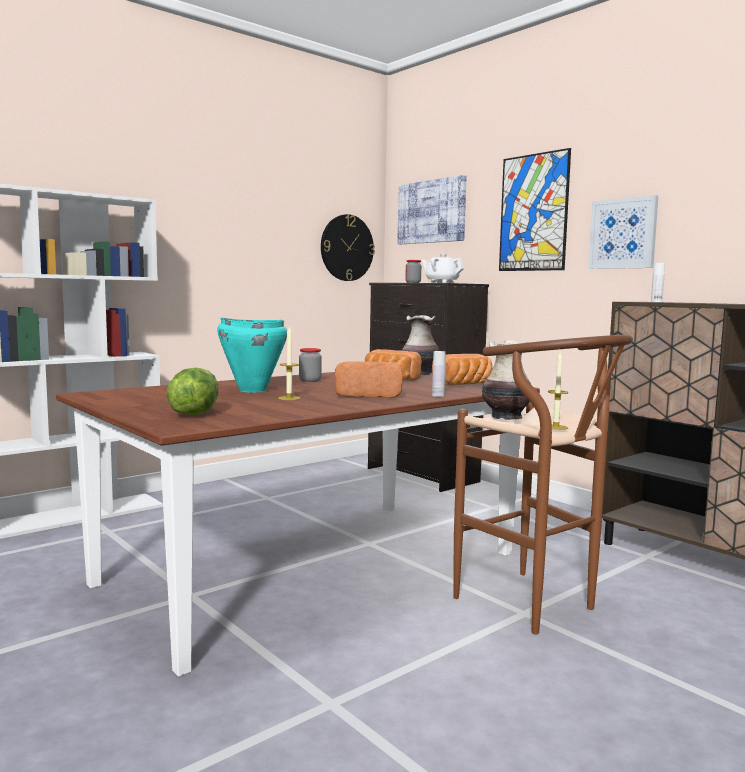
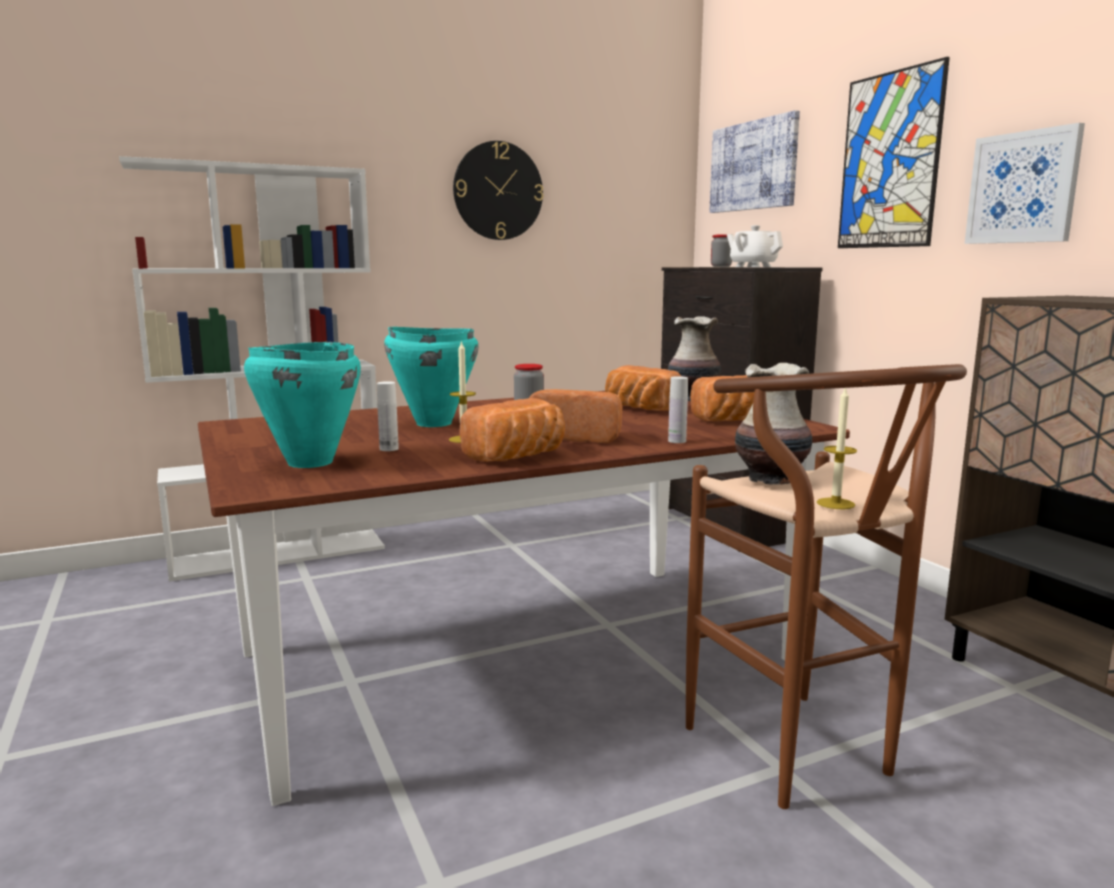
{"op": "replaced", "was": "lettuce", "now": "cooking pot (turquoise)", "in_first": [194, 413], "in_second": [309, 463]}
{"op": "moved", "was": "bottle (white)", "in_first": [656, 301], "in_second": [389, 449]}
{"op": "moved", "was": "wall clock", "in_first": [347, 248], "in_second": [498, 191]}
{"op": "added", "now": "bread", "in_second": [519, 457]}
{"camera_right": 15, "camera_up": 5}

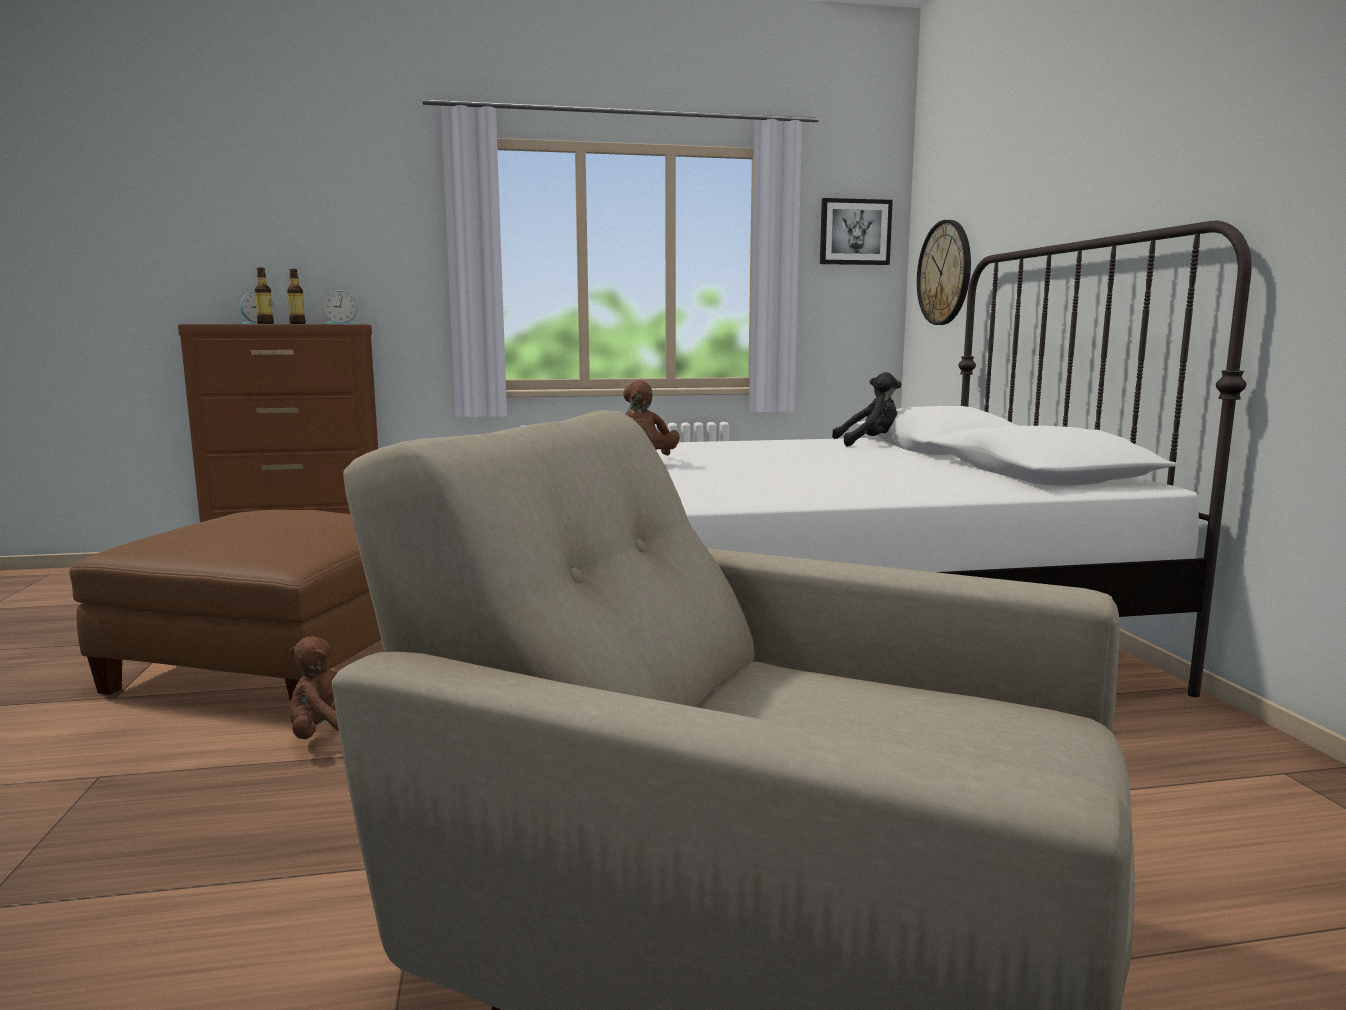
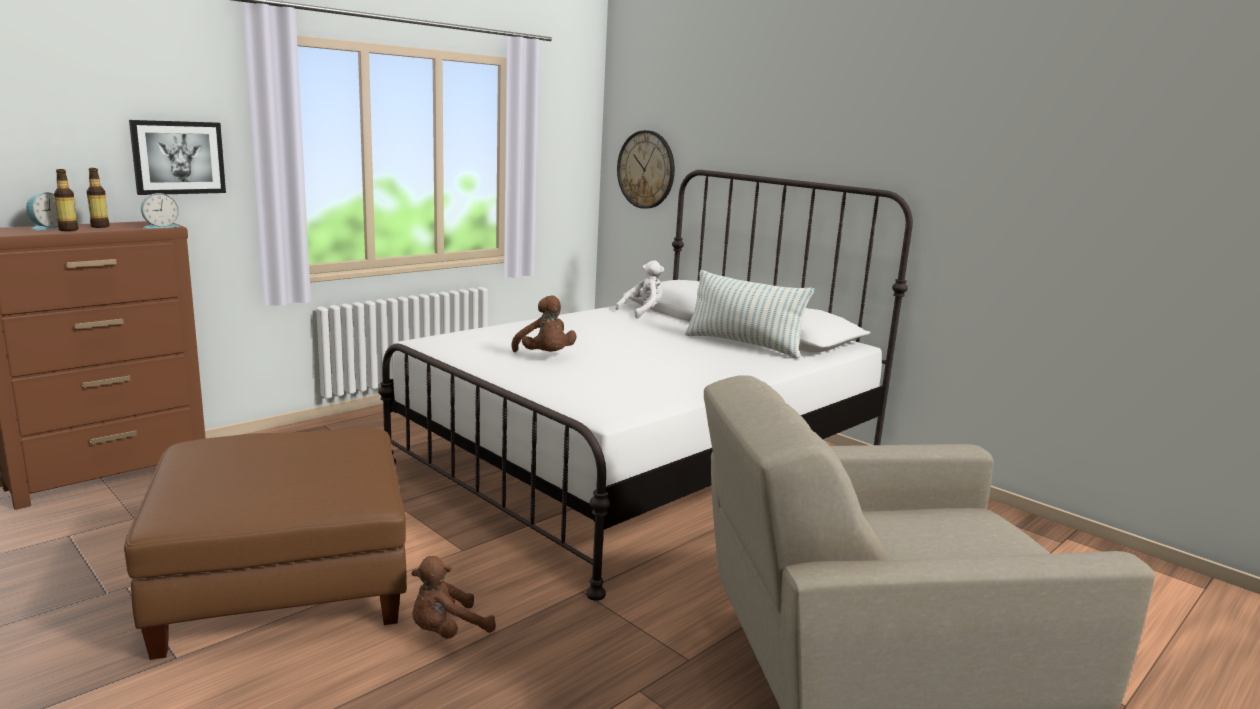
{"op": "moved", "was": "picture", "in_first": [854, 232], "in_second": [178, 157]}
{"op": "recoloured", "was": "plush toy (black)", "now": "plush toy (white)", "in_first": [870, 443], "in_second": [643, 312]}
{"op": "added", "now": "pillow", "in_second": [743, 345]}
{"camera_right": -35, "camera_up": 5}

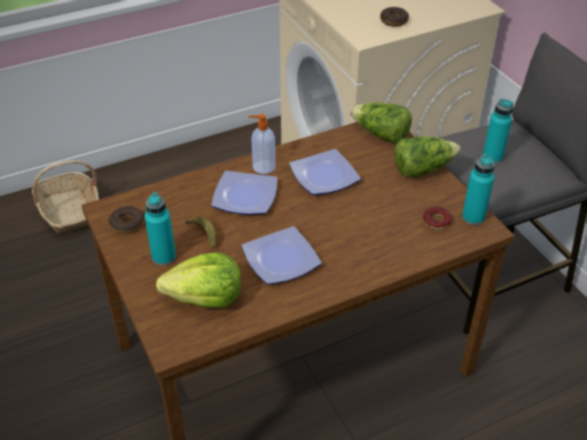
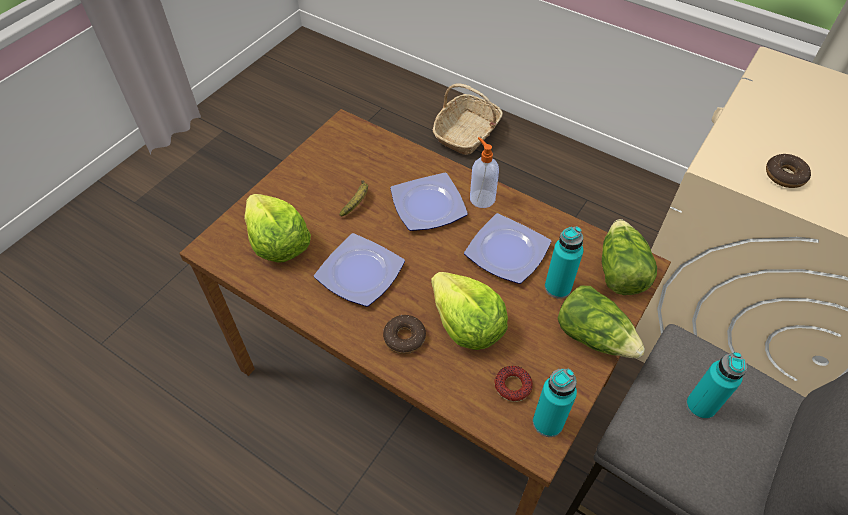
{"op": "moved", "was": "donut", "in_first": [127, 224], "in_second": [404, 338]}
{"op": "added", "now": "lettuce", "in_second": [466, 325]}
{"op": "moved", "was": "bottle (turquoise)", "in_first": [163, 257], "in_second": [557, 287]}
{"camera_right": 60, "camera_up": 10}

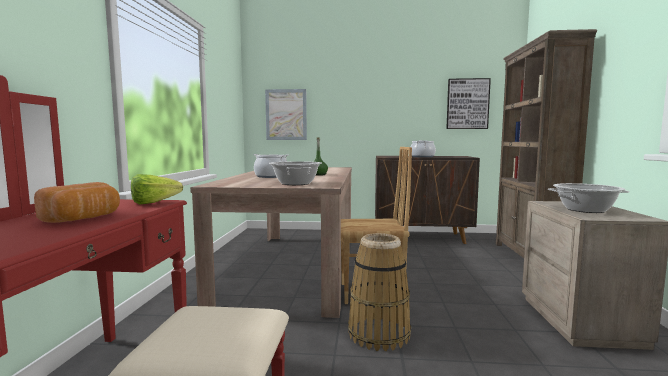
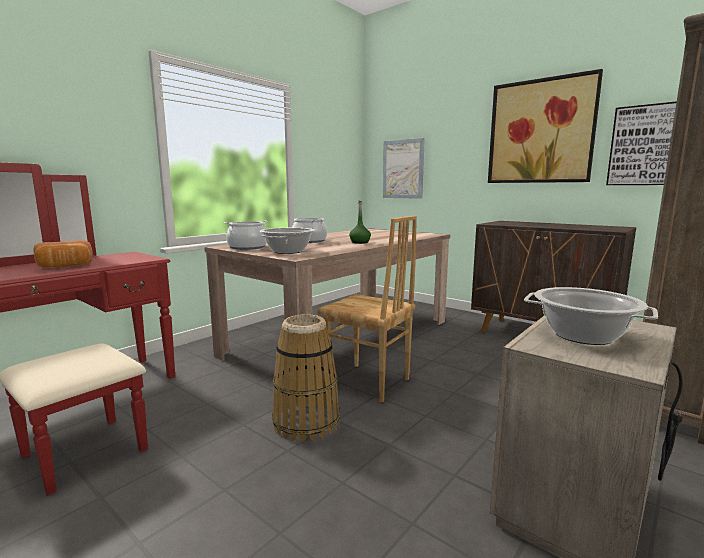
{"op": "moved", "was": "cooking pot", "in_first": [422, 156], "in_second": [247, 247]}
{"op": "added", "now": "picture", "in_second": [540, 132]}
{"op": "removed", "was": "lettuce", "in_first": [159, 202]}
{"camera_right": 35, "camera_up": 5}

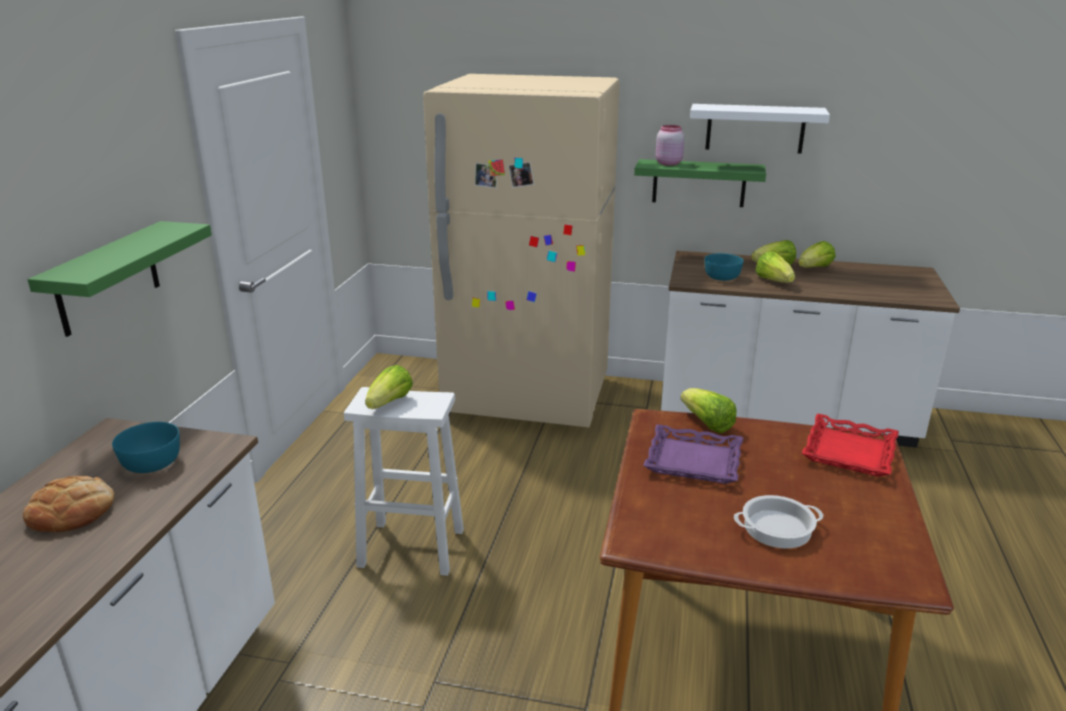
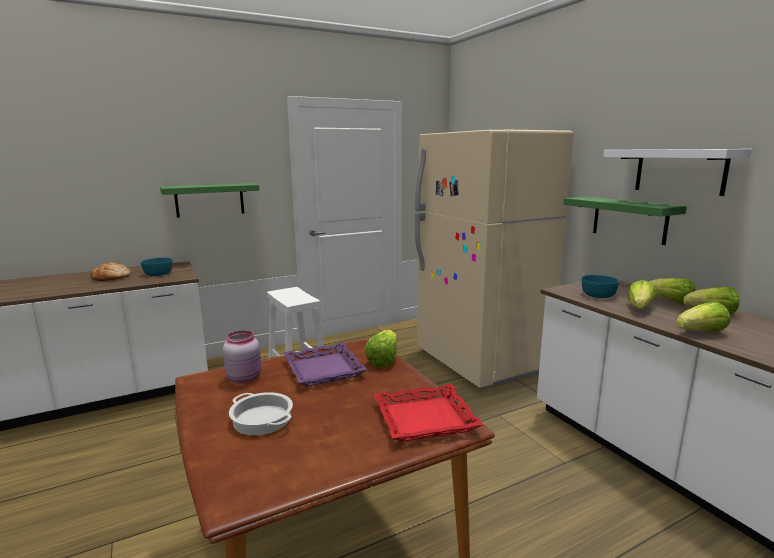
{"op": "moved", "was": "jar (pink)", "in_first": [668, 163], "in_second": [245, 378]}
{"op": "moved", "was": "lettuce", "in_first": [390, 403], "in_second": [701, 332]}
{"camera_right": 50, "camera_up": -10}

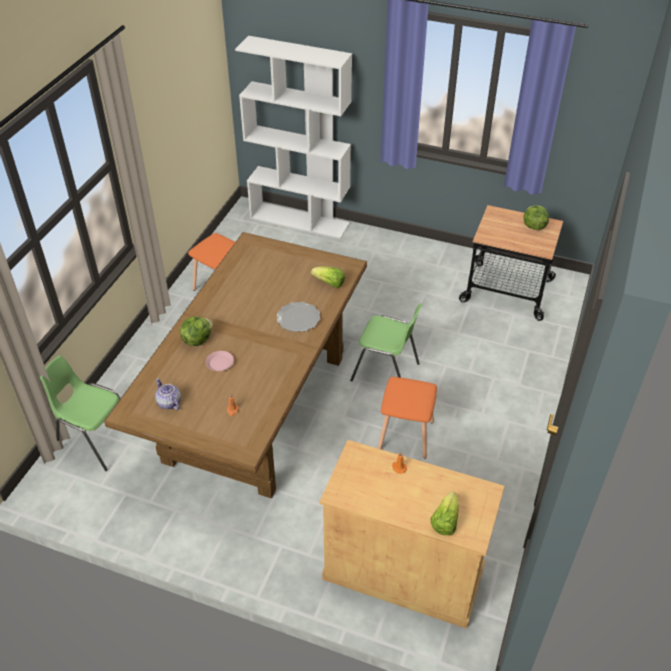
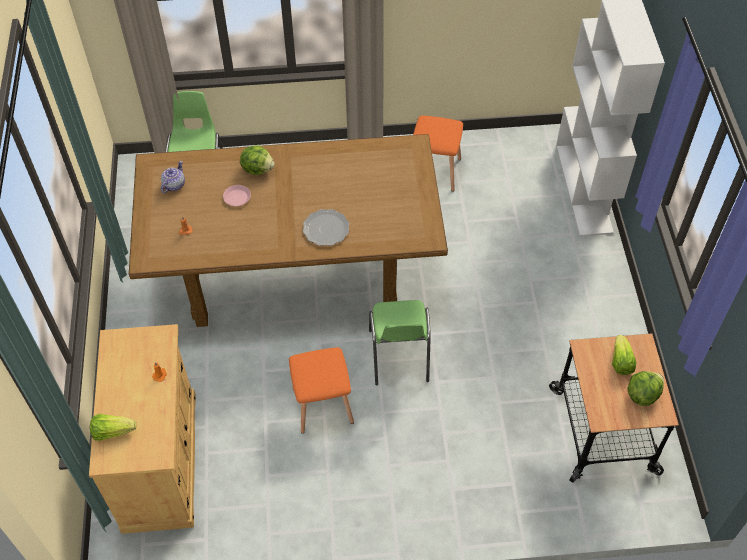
{"op": "moved", "was": "lettuce", "in_first": [329, 283], "in_second": [620, 362]}
{"camera_right": 65, "camera_up": 10}

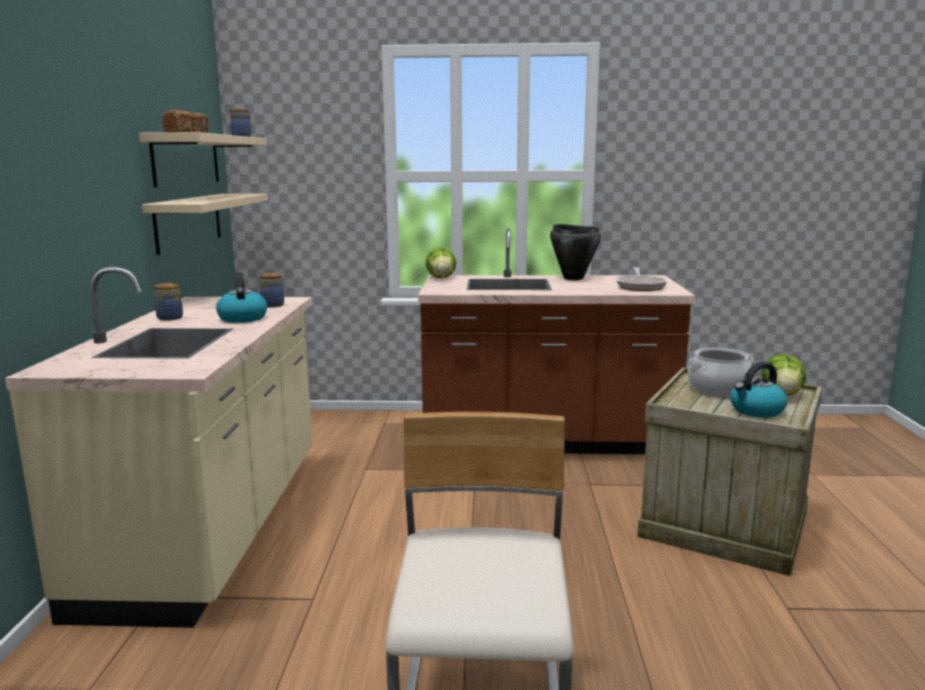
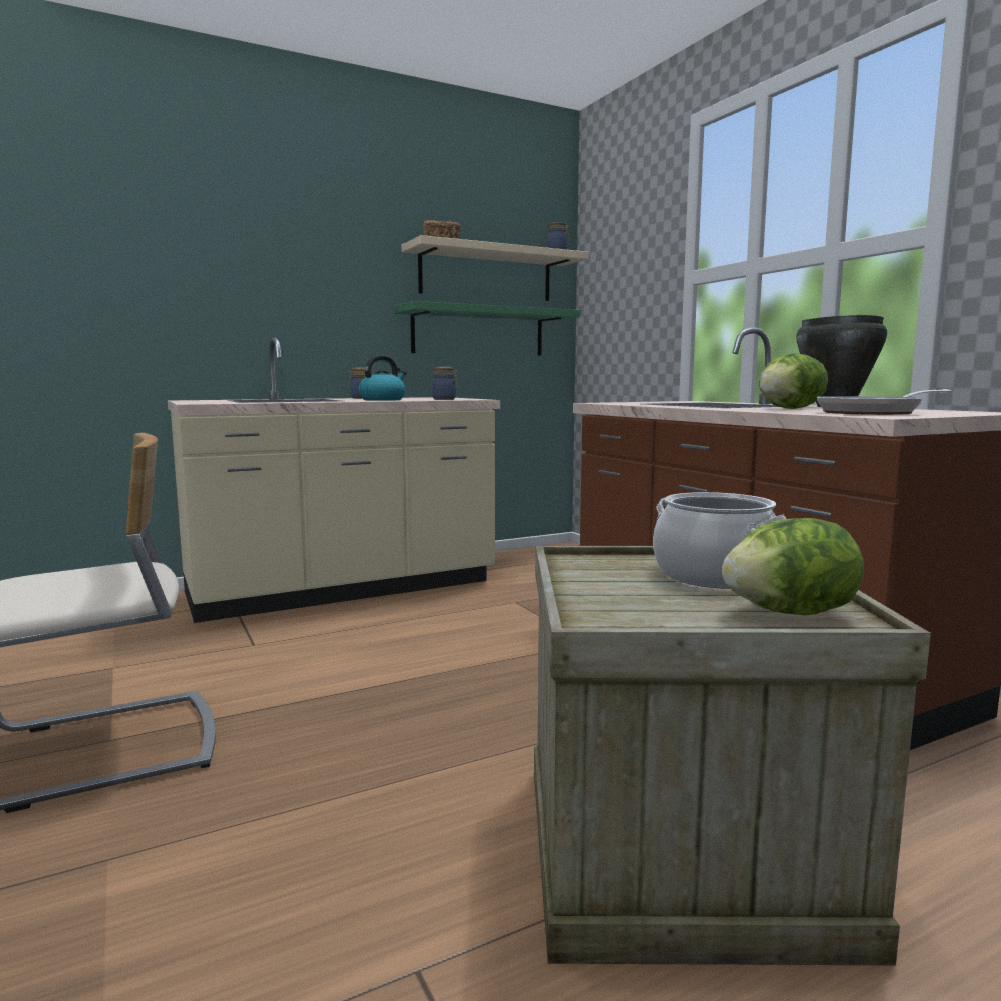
{"op": "recoloured", "was": "shelf (beige)", "now": "shelf (green)", "in_first": [188, 221], "in_second": [478, 332]}
{"op": "moved", "was": "lettuce", "in_first": [441, 278], "in_second": [789, 409]}
{"op": "removed", "was": "kettle", "in_first": [756, 411]}
{"camera_right": 60, "camera_up": -5}

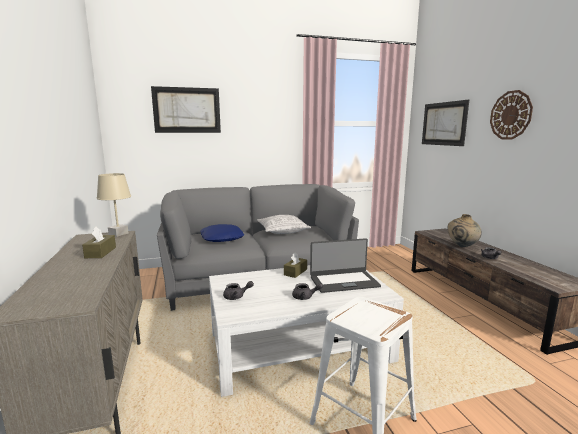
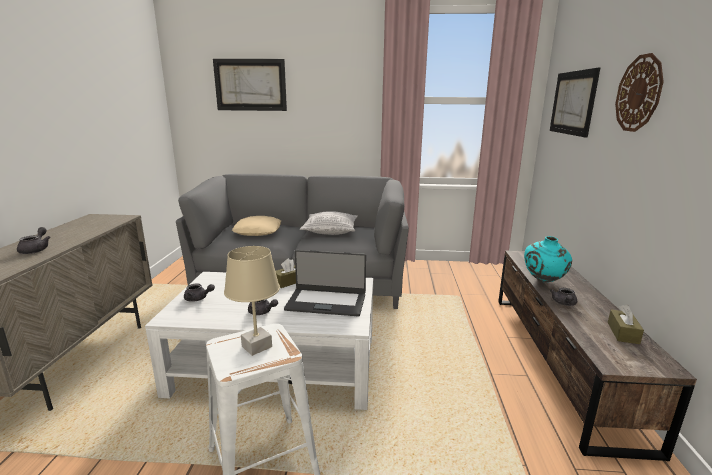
{"op": "added", "now": "teapot (grey)", "in_second": [36, 249]}
{"op": "moved", "was": "table lamp (beige)", "in_first": [118, 234], "in_second": [256, 347]}
{"op": "recoloured", "was": "pillow (blue)", "now": "pillow (beige)", "in_first": [222, 238], "in_second": [258, 231]}
{"op": "recoloured", "was": "vase (beige)", "now": "vase (turquoise)", "in_first": [462, 246], "in_second": [543, 281]}
{"op": "moved", "was": "tissue box (brown)", "in_first": [100, 252], "in_second": [623, 333]}
{"camera_right": 20, "camera_up": 5}

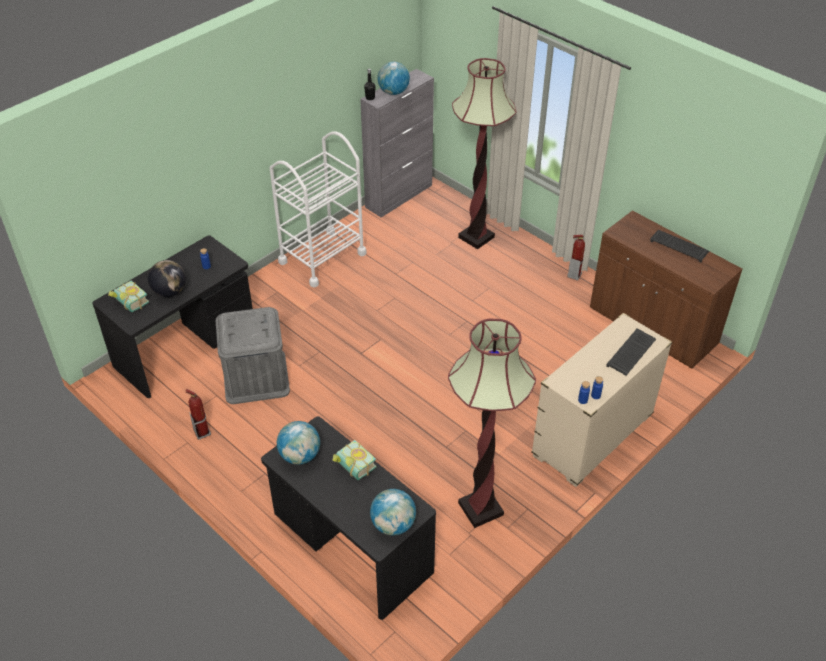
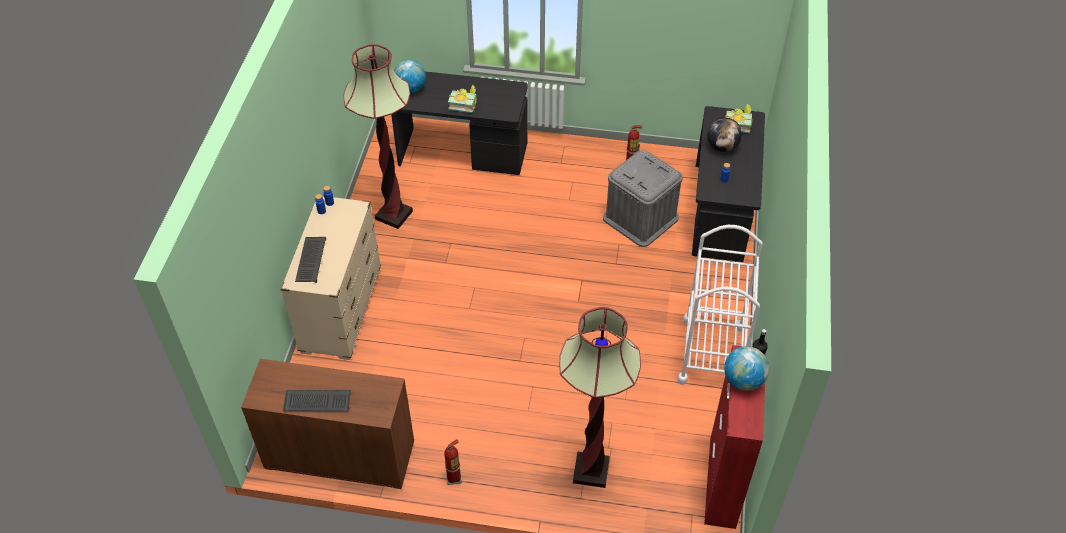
{"op": "recoloured", "was": "cabinet (grey)", "now": "cabinet (red)", "in_first": [399, 196], "in_second": [722, 483]}
{"op": "removed", "was": "globe", "in_first": [300, 456]}
{"camera_right": 145, "camera_up": 5}

